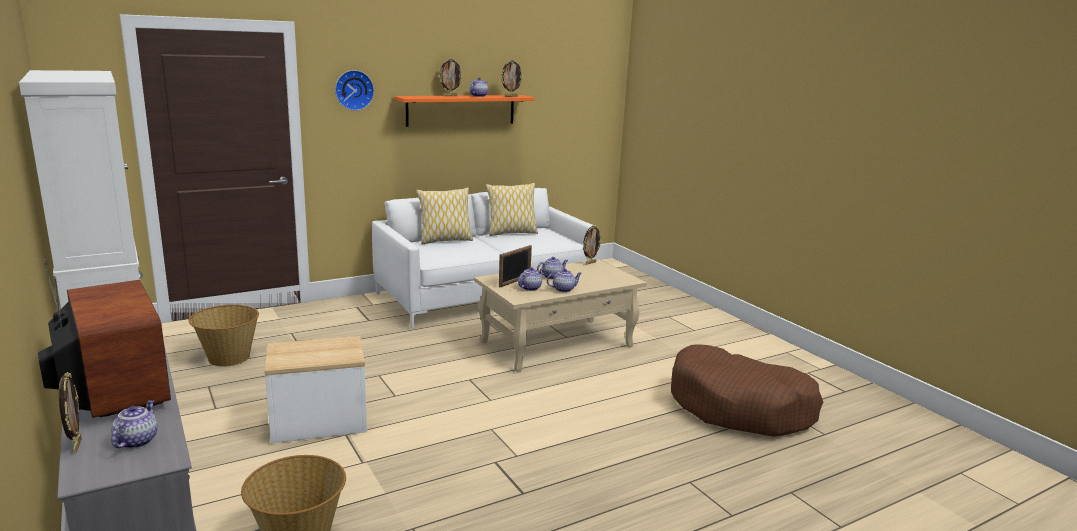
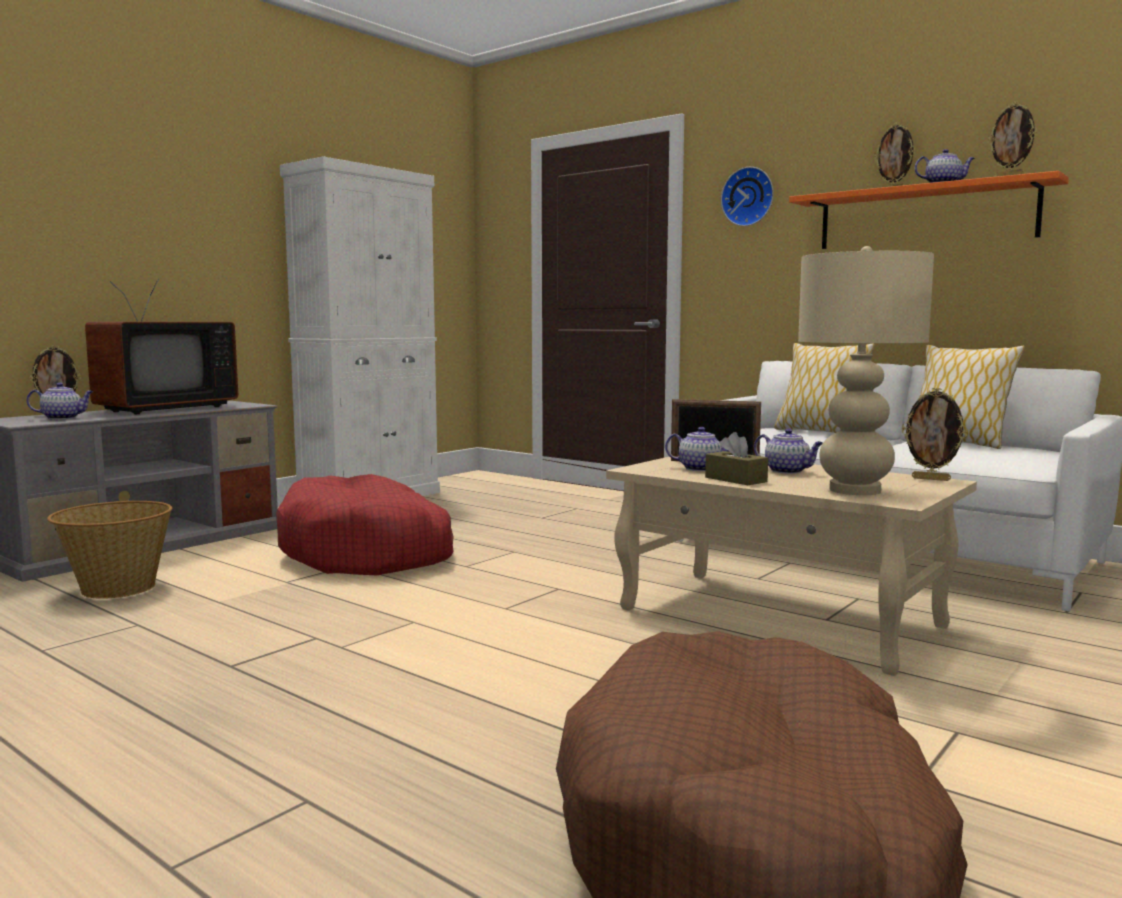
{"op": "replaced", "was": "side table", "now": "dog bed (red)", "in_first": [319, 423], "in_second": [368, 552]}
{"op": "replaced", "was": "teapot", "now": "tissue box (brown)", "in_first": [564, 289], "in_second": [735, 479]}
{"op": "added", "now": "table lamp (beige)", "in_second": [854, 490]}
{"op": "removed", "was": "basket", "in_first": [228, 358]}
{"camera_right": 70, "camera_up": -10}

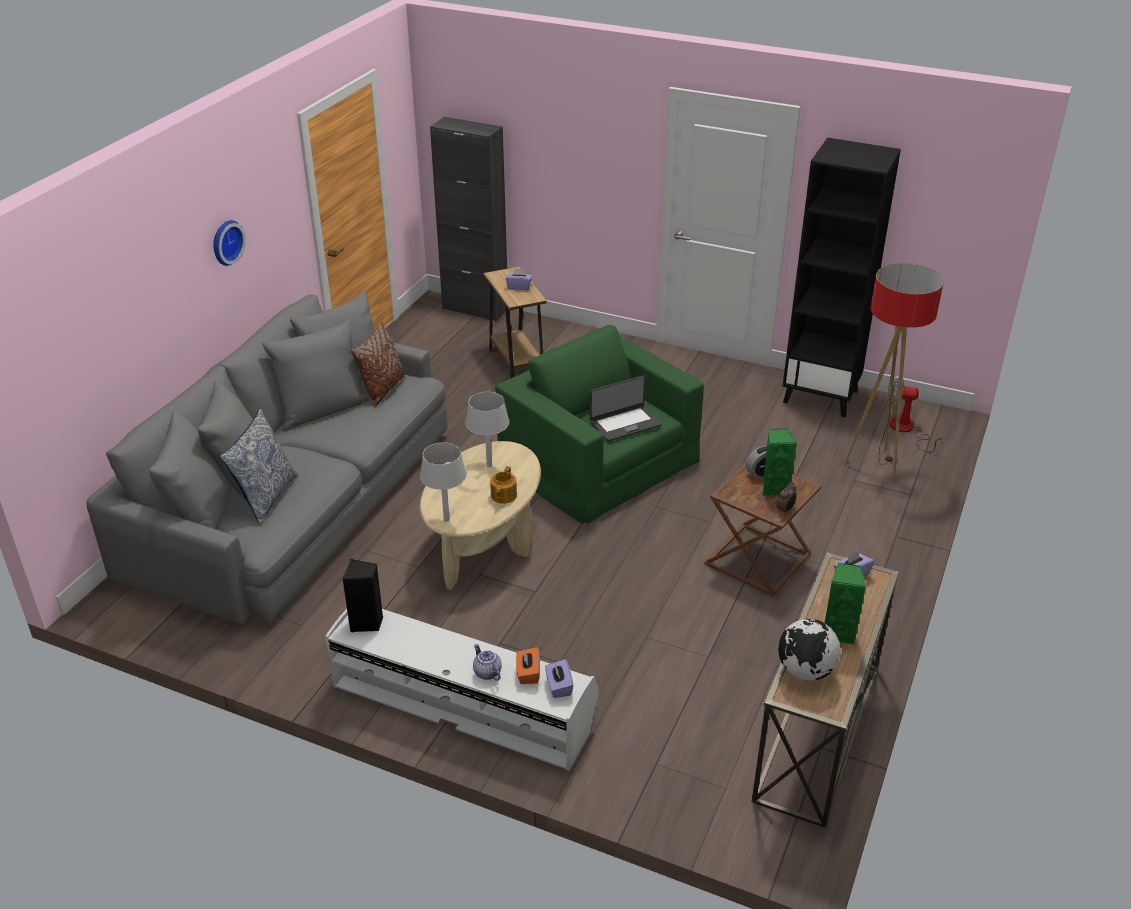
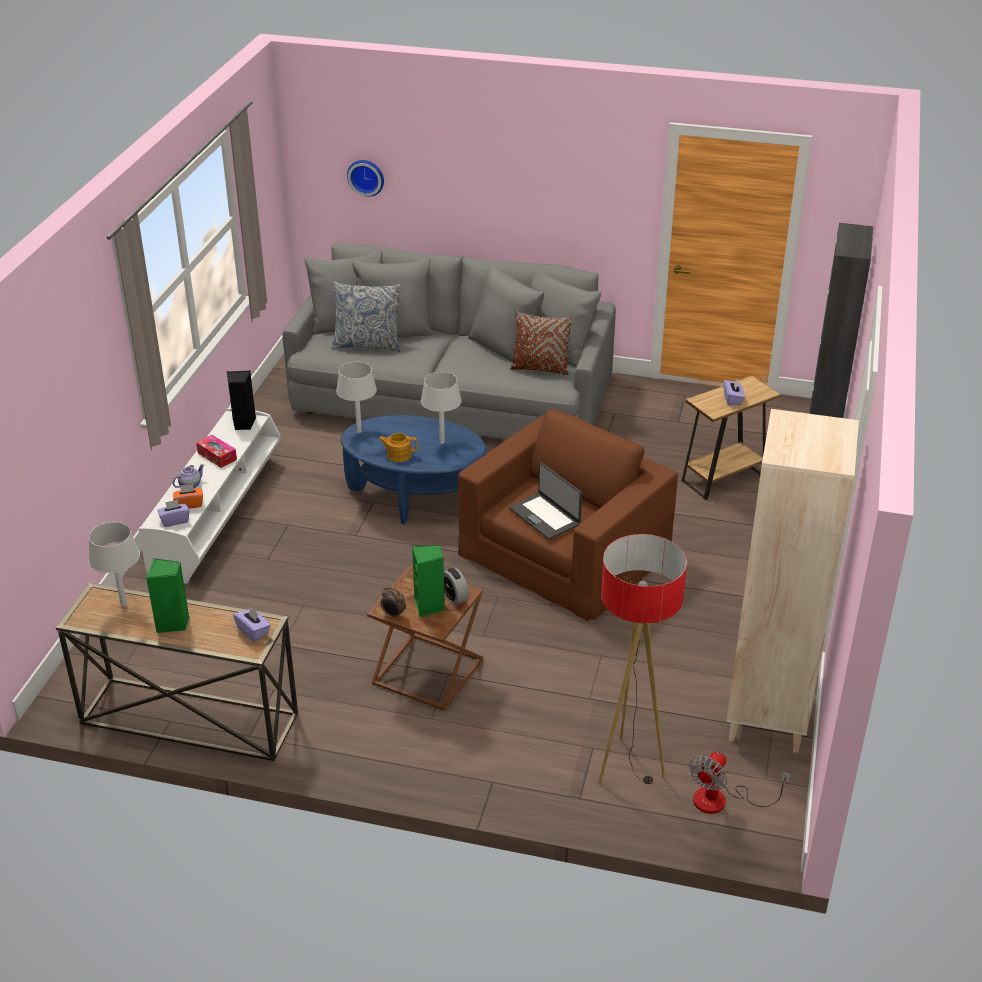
{"op": "replaced", "was": "globe", "now": "table lamp (grey)", "in_first": [805, 671], "in_second": [123, 604]}
{"op": "added", "now": "tissue box", "in_second": [217, 456]}
{"op": "recoloured", "was": "coffee table (beige)", "now": "coffee table (blue)", "in_first": [484, 544], "in_second": [415, 499]}
{"op": "moved", "was": "wall clock", "in_first": [225, 242], "in_second": [366, 176]}
{"op": "recoloured", "was": "armchair (green)", "now": "armchair (brown)", "in_first": [598, 460], "in_second": [565, 551]}
{"op": "turned", "was": "fan", "in_first": [907, 430], "in_second": [722, 800], "clockwise": -150}
{"op": "recoloured", "was": "bookcase (black)", "now": "bookcase (beige)", "in_first": [821, 396], "in_second": [767, 718]}
{"camera_right": 80, "camera_up": 0}

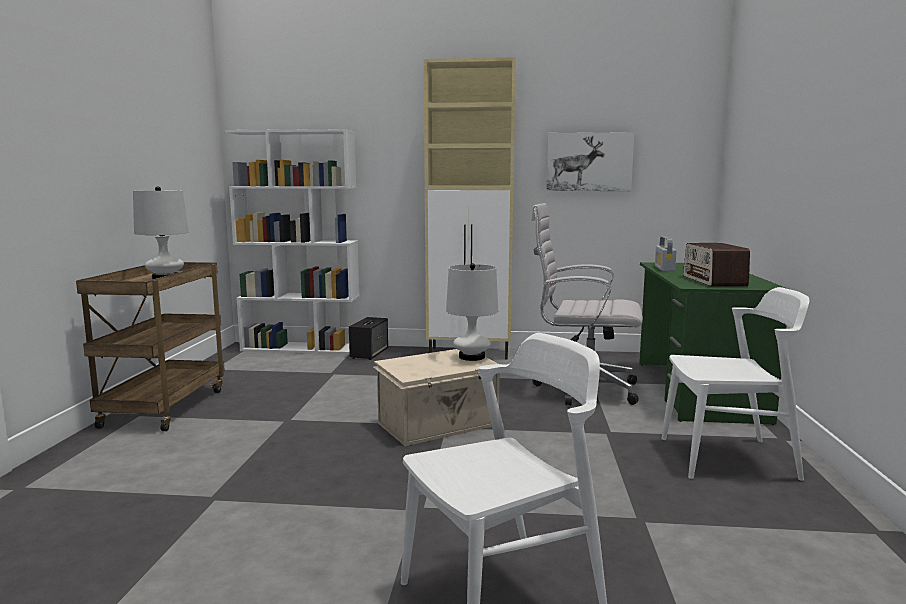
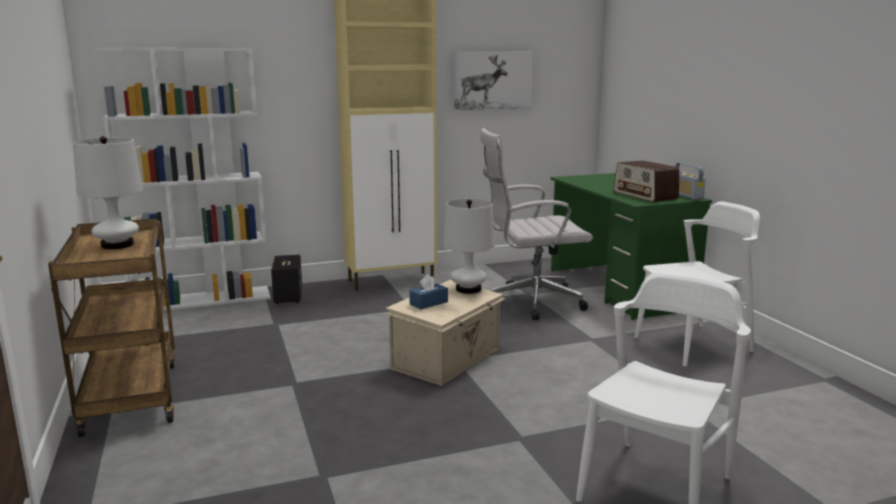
{"op": "added", "now": "tissue box (blue)", "in_second": [428, 303]}
{"op": "moved", "was": "radio", "in_first": [664, 268], "in_second": [686, 195]}
{"camera_right": -25, "camera_up": 5}

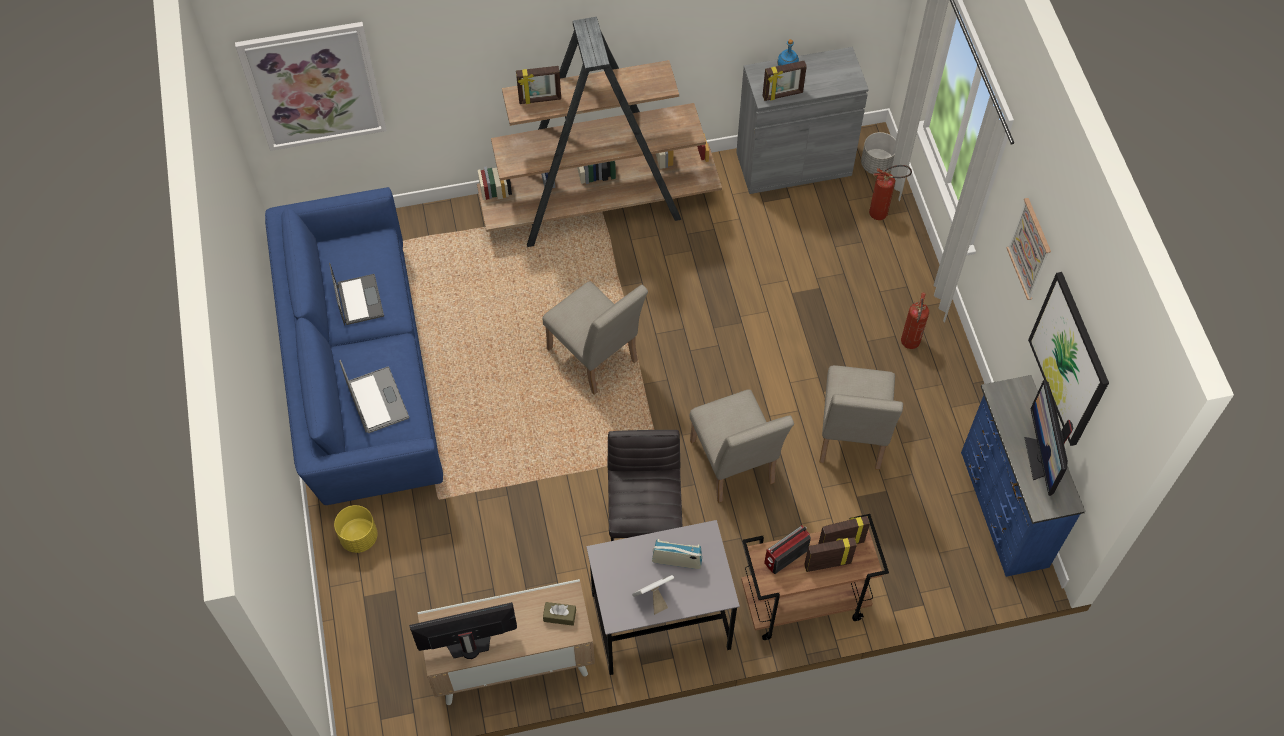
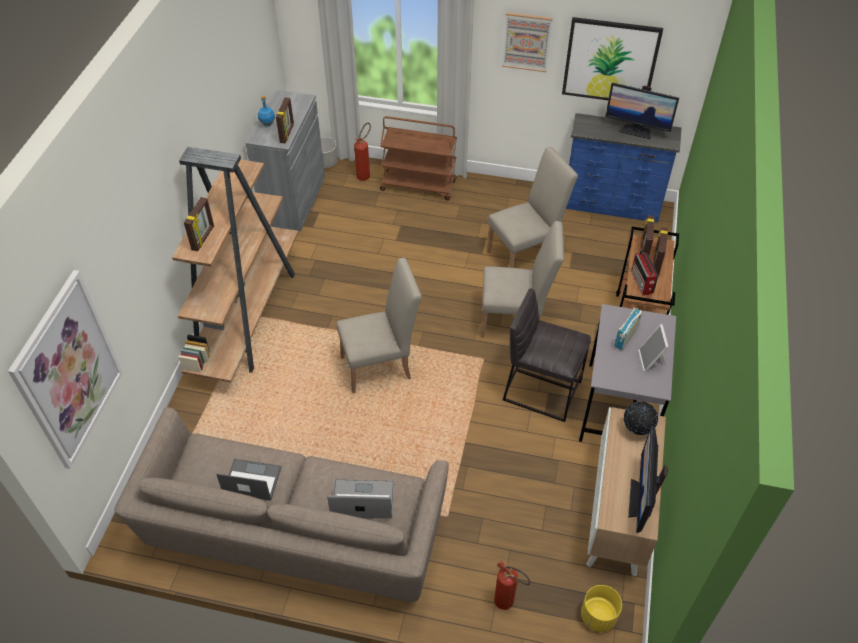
{"op": "recoloured", "was": "sofa (blue)", "now": "sofa (beige)", "in_first": [361, 374], "in_second": [294, 534]}
{"op": "added", "now": "cart (brown)", "in_second": [419, 185]}
{"op": "turned", "was": "chair (beige)", "in_first": [850, 440], "in_second": [526, 254], "clockwise": -60}
{"op": "moved", "was": "fire extinguisher", "in_first": [909, 345], "in_second": [508, 604]}
{"op": "moved", "was": "planter (yellow)", "in_first": [359, 537], "in_second": [598, 616]}
{"op": "replaced", "was": "tissue box (brown)", "now": "globe", "in_first": [559, 616], "in_second": [636, 430]}
{"camera_right": -65, "camera_up": -10}

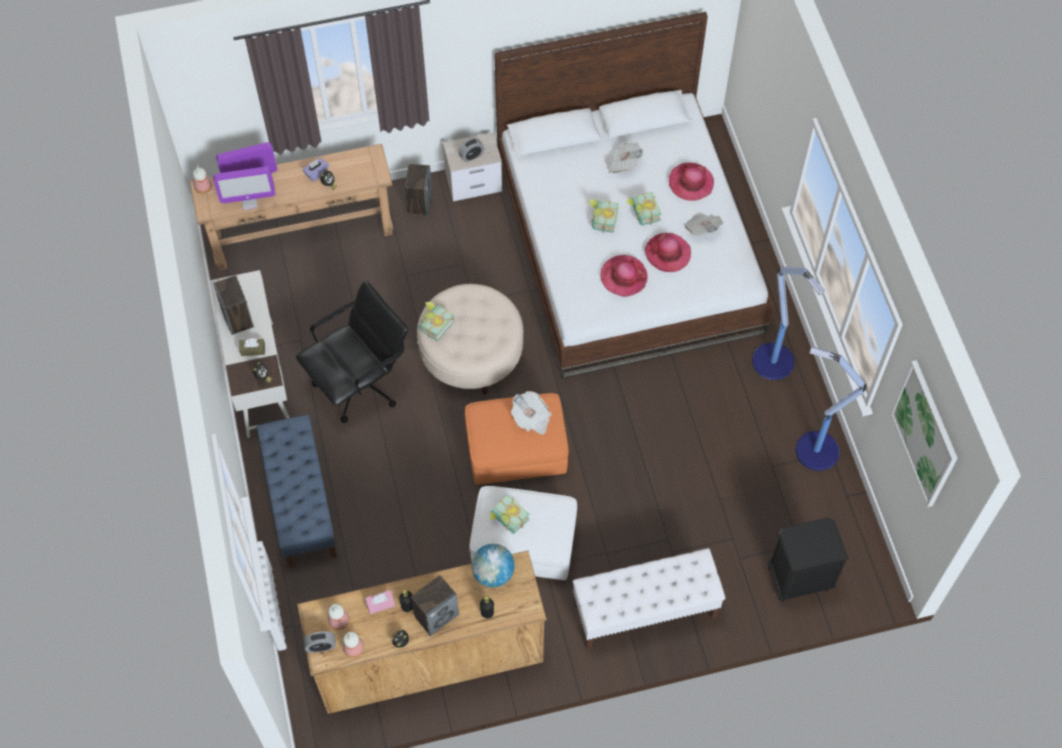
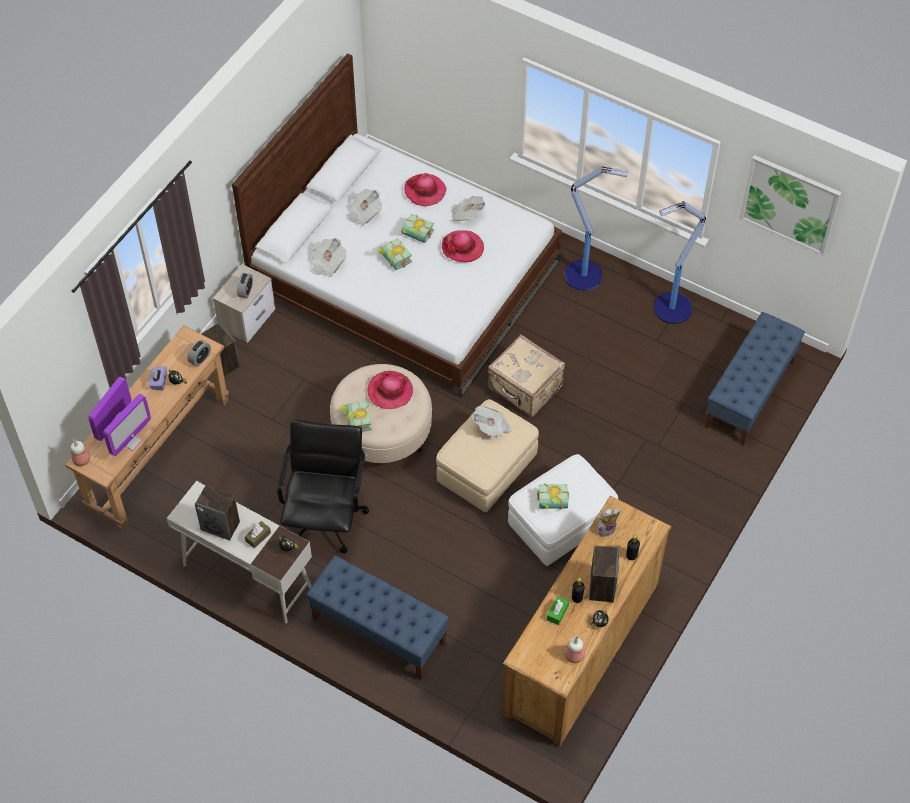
{"op": "moved", "was": "alarm clock", "in_first": [321, 646], "in_second": [200, 358]}
{"op": "added", "now": "newspaper", "in_second": [327, 264]}
{"op": "moved", "was": "hat", "in_first": [623, 277], "in_second": [390, 391]}
{"op": "recoloured", "was": "ottoman (orange)", "now": "ottoman (beige)", "in_first": [515, 452], "in_second": [486, 470]}
{"op": "added", "now": "suitcase (beige)", "in_second": [525, 389]}
{"op": "recoloured", "was": "tissue box (pink)", "now": "tissue box (green)", "in_first": [380, 604], "in_second": [557, 612]}
{"op": "replaced", "was": "globe", "now": "plush toy", "in_first": [493, 573], "in_second": [606, 528]}
{"op": "replaced", "was": "nightstand (black)", "now": "bench (blue)", "in_first": [798, 578], "in_second": [749, 394]}
{"op": "removed", "was": "bottle", "in_first": [339, 621]}
{"op": "removed", "was": "bench (white)", "in_first": [644, 611]}
{"camera_right": -45, "camera_up": -5}

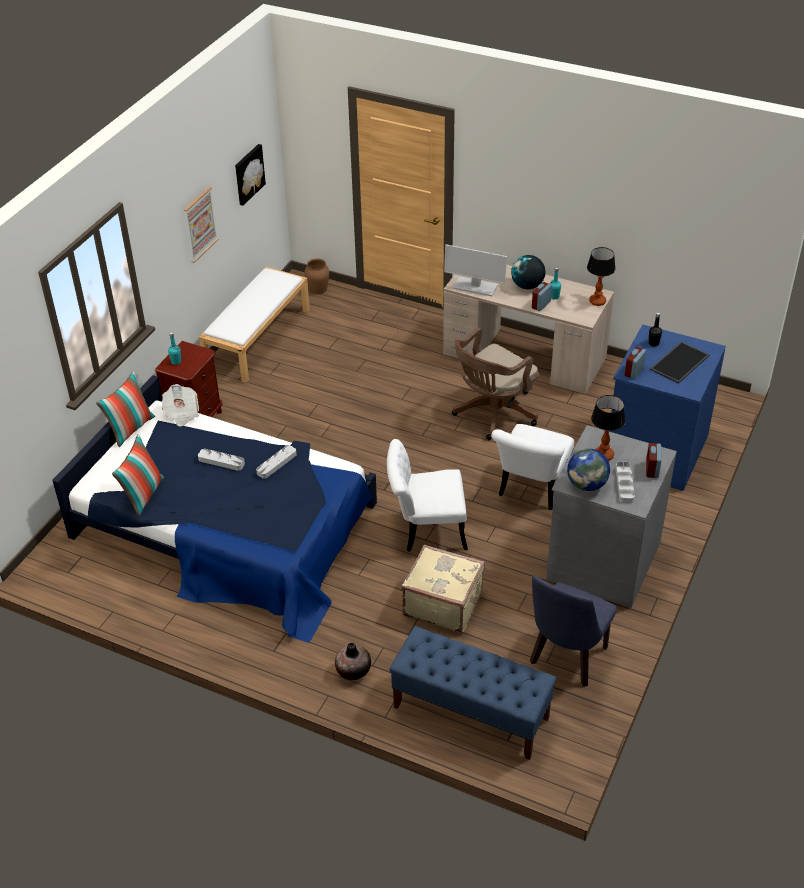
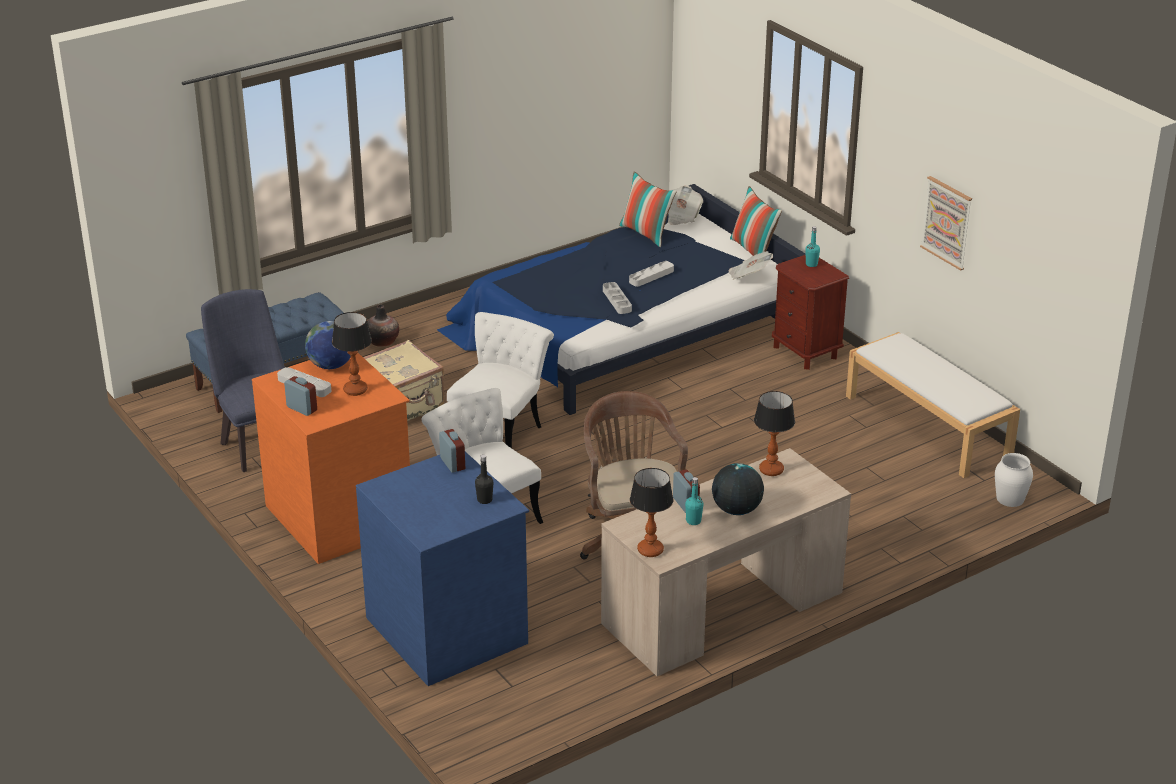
{"op": "recoloured", "was": "dresser (grey)", "now": "dresser (orange)", "in_first": [602, 560], "in_second": [341, 516]}
{"op": "added", "now": "newspaper", "in_second": [681, 216]}
{"op": "replaced", "was": "monitor", "now": "table lamp", "in_first": [475, 287], "in_second": [771, 470]}
{"op": "recoloured", "was": "vase (brown)", "now": "vase (white)", "in_first": [318, 289], "in_second": [1010, 499]}
{"op": "removed", "was": "picture", "in_first": [248, 174]}
{"op": "removed", "was": "tray", "in_first": [679, 362]}
{"camera_right": 120, "camera_up": -10}

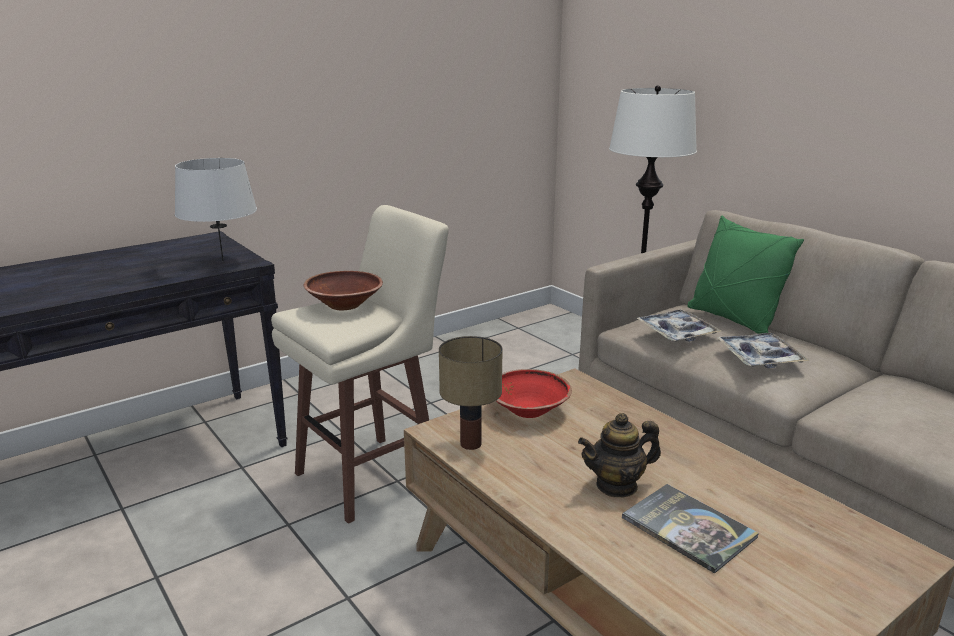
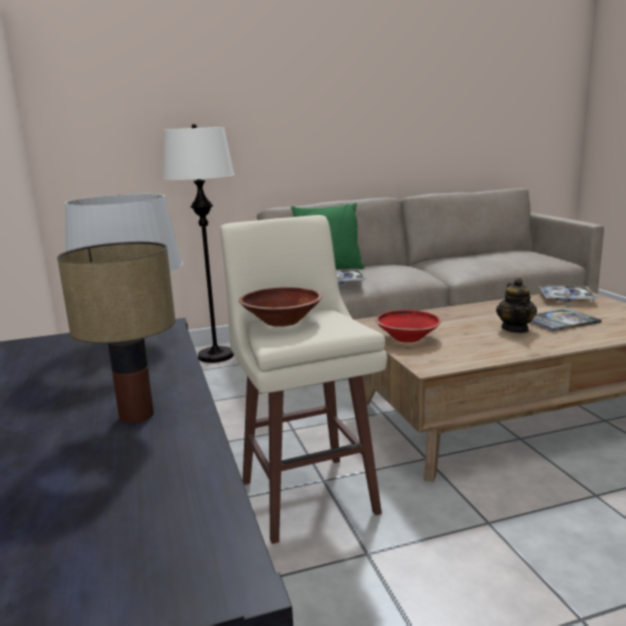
{"op": "moved", "was": "table lamp", "in_first": [471, 444], "in_second": [138, 415]}
{"op": "moved", "was": "tray", "in_first": [759, 357], "in_second": [566, 298]}
{"camera_right": -70, "camera_up": -5}

